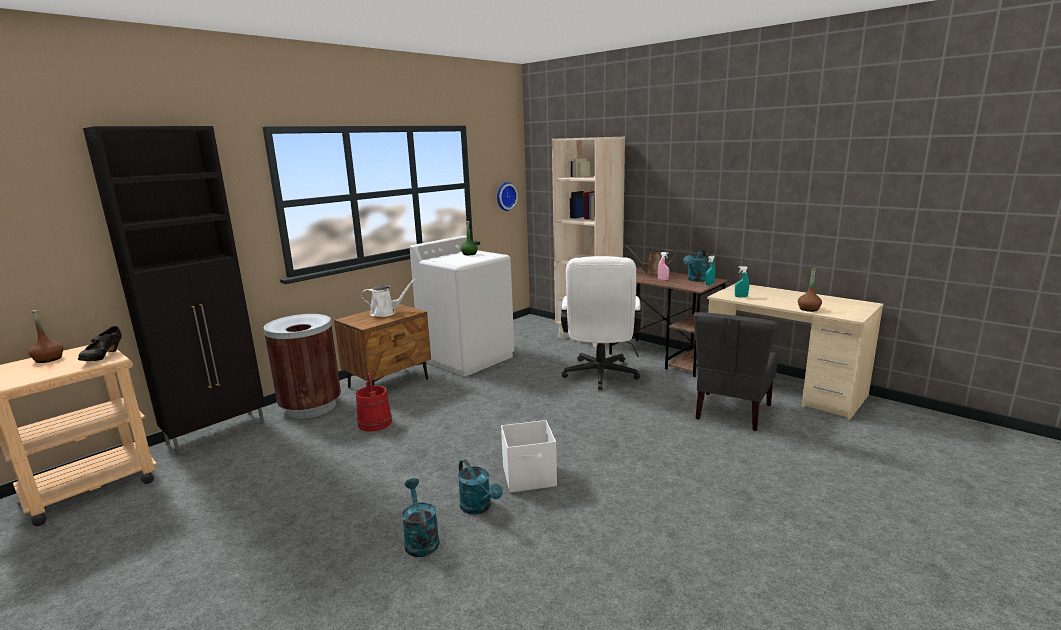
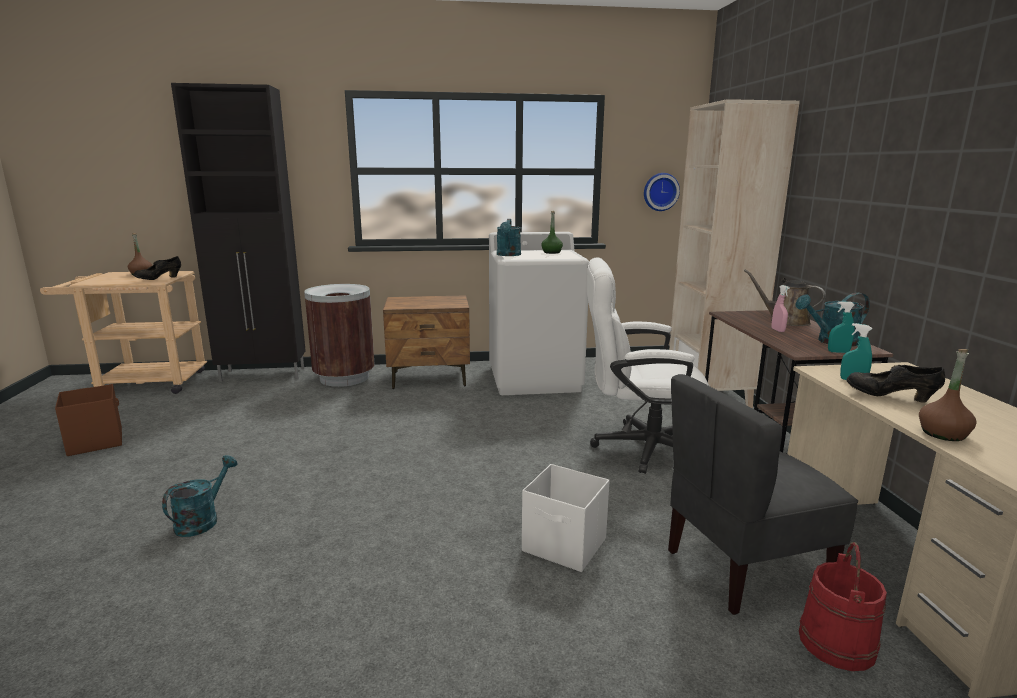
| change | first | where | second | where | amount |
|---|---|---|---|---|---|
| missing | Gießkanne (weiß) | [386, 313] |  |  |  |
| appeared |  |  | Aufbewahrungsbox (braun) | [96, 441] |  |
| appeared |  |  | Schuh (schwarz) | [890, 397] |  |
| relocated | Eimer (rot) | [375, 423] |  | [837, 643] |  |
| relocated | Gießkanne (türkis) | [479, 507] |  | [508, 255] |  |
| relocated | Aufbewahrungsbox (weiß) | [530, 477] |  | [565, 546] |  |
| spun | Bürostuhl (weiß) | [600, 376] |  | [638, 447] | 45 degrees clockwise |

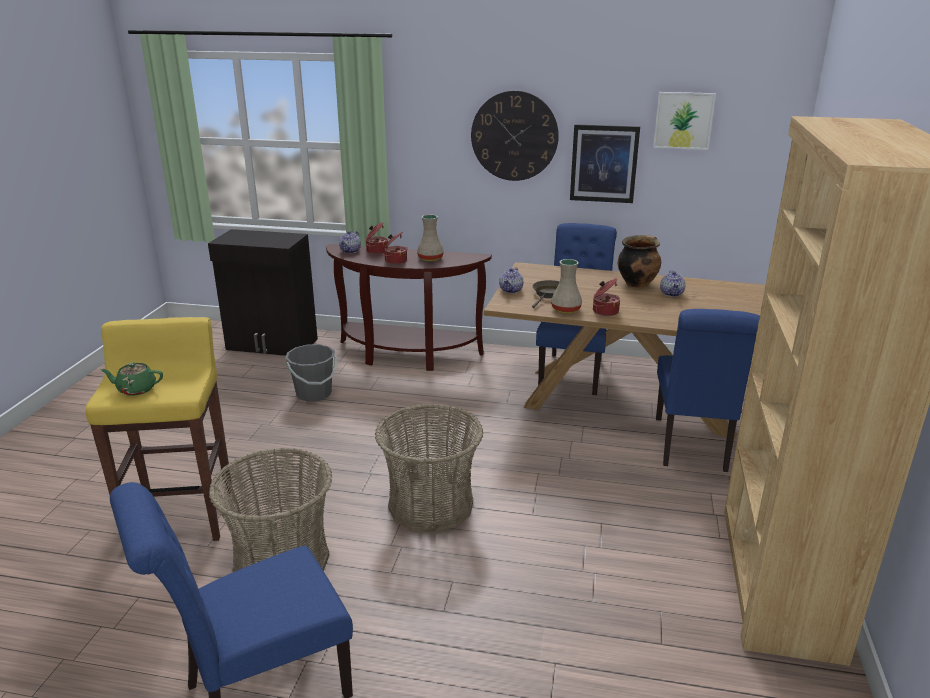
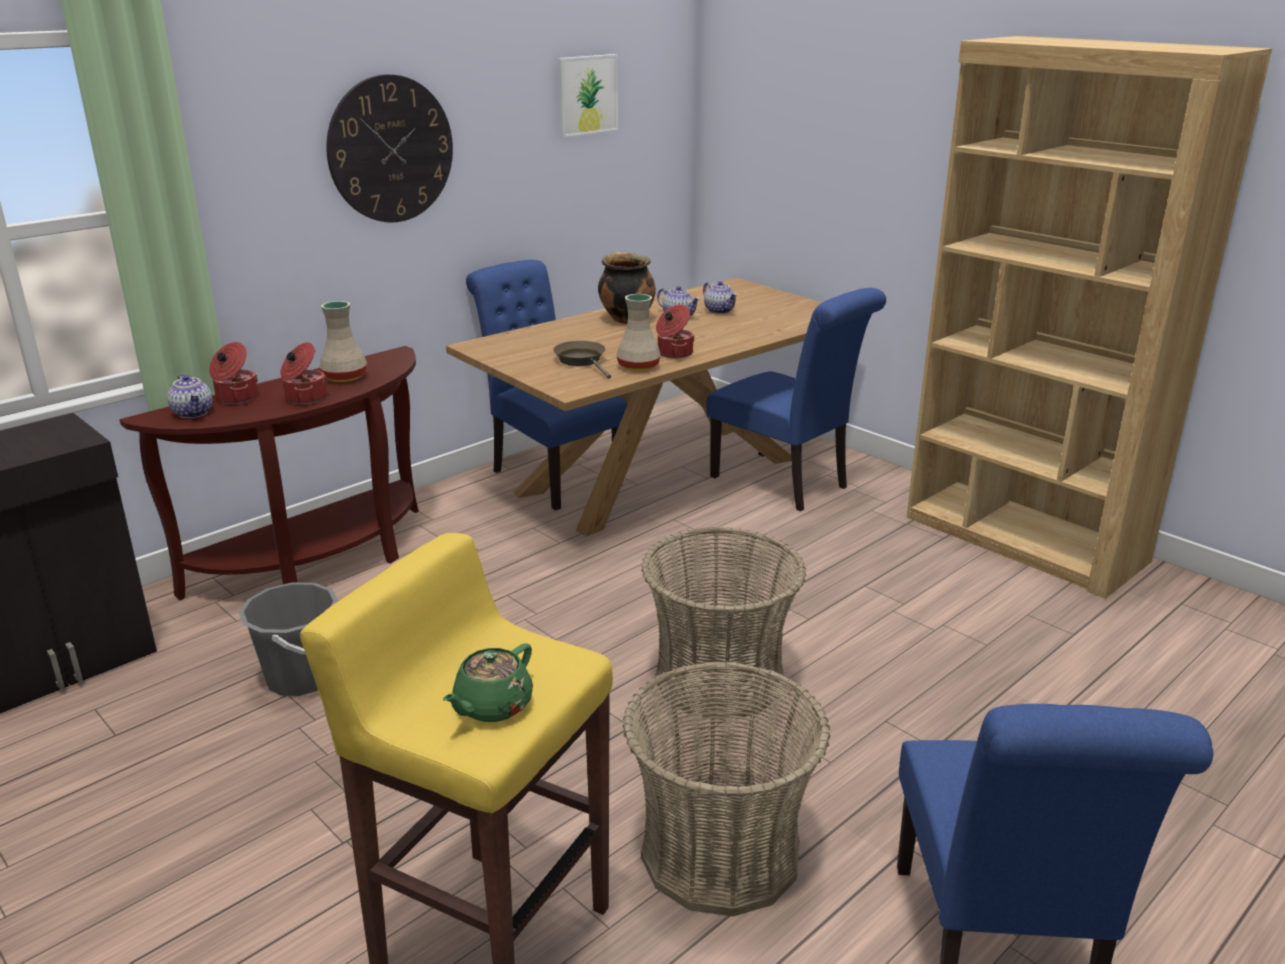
| change | first | where | second | where | amount |
|---|---|---|---|---|---|
| missing | Bild | [604, 163] |  |  |  |
| relocated | Teekanne | [511, 290] |  | [720, 311] |  |

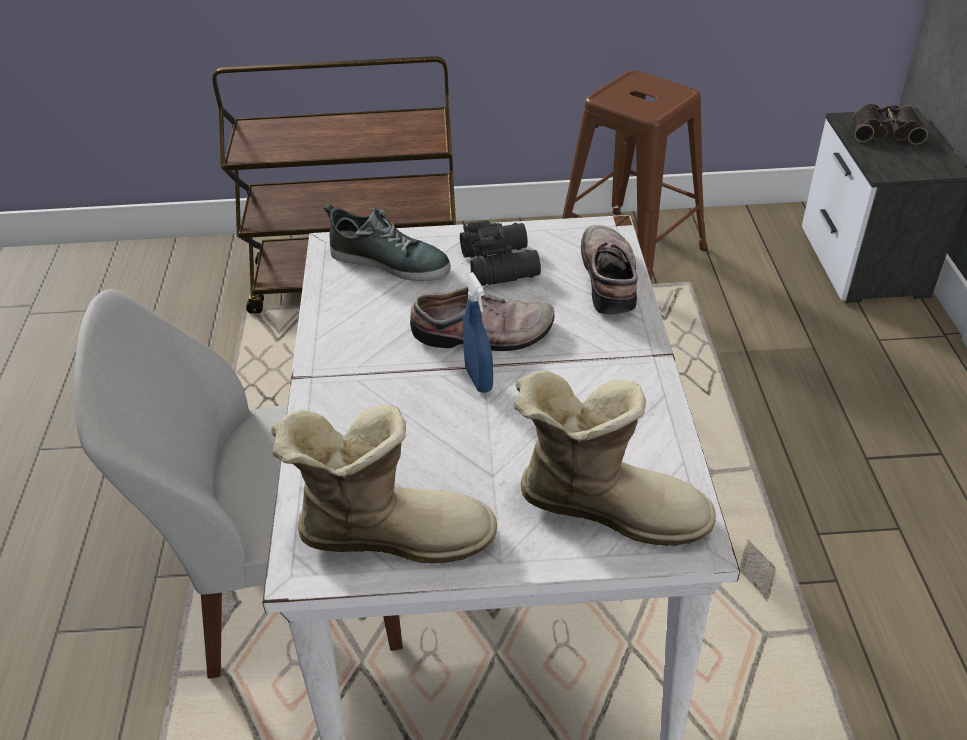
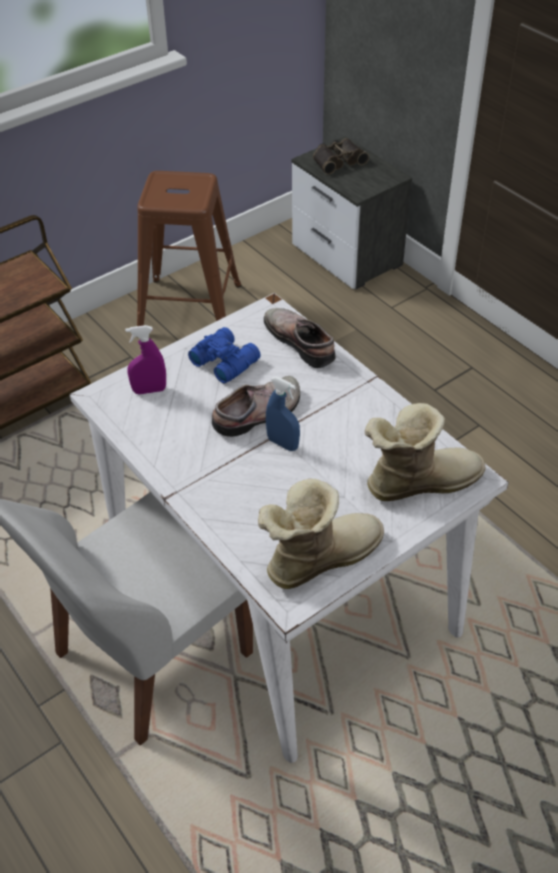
| change | first | where | second | where | amount |
|---|---|---|---|---|---|
| exchanged | Schuh | [390, 261] | Sprühflasche (lila) | [149, 390] |  |
| colour | Fernglas (schwarz) | [501, 263] | Fernglas (blau) | [225, 361] |  |

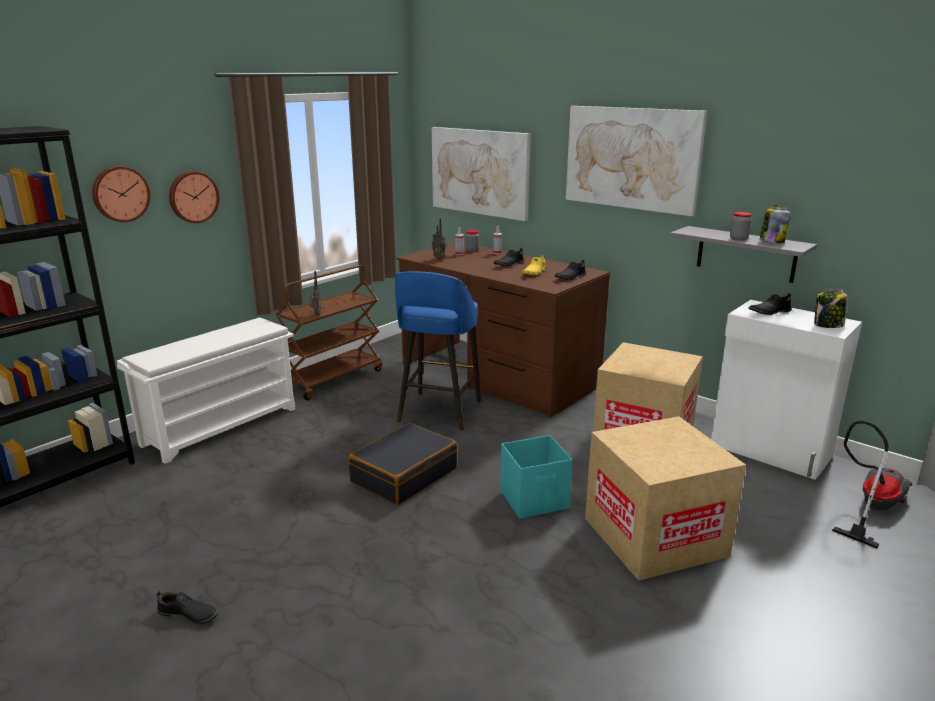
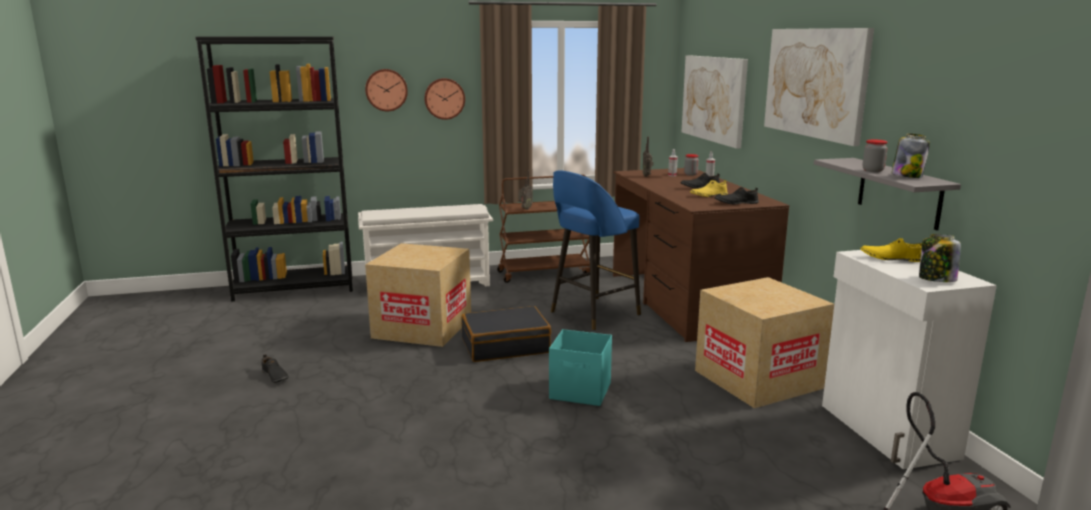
| change | first | where | second | where | amount |
|---|---|---|---|---|---|
| relocated | Karton | [654, 536] |  | [422, 328] |  |
| colour | Schuh (schwarz) | [769, 312] | Schuh (gelb) | [891, 258] |  |

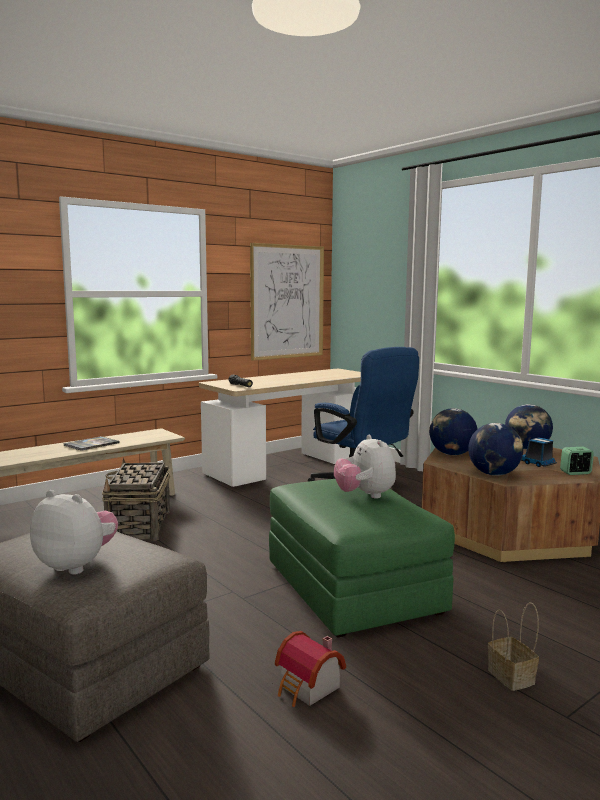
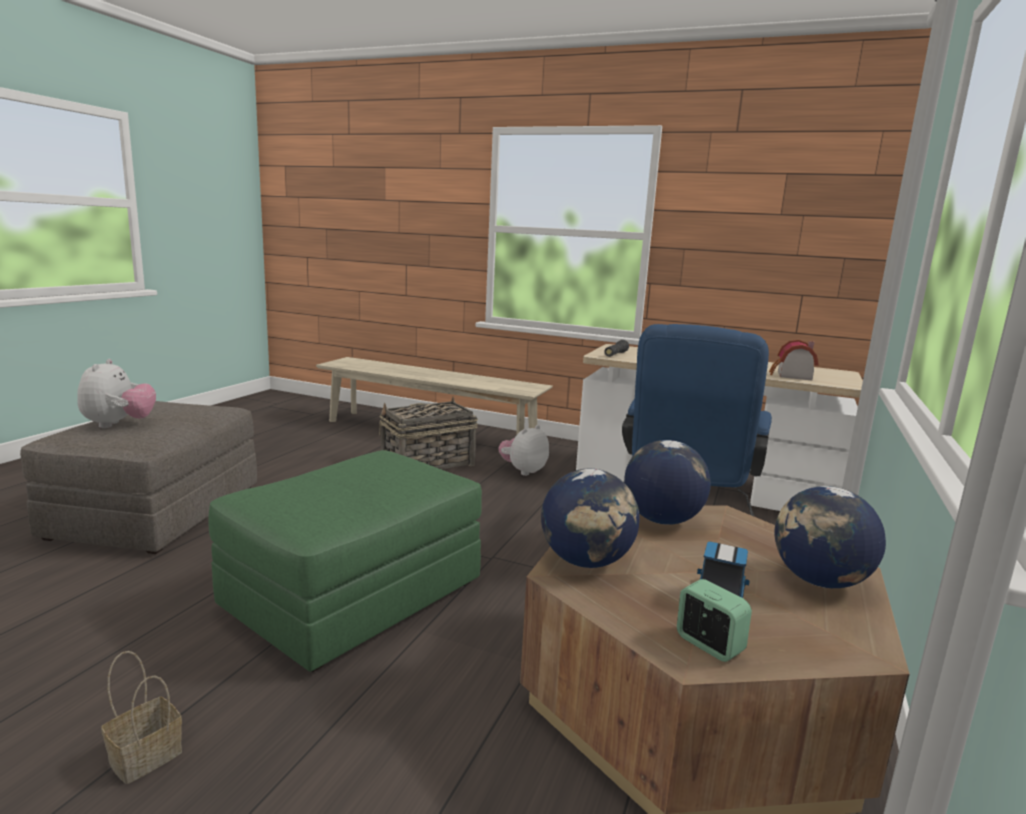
| change | first | where | second | where | amount |
|---|---|---|---|---|---|
| missing | Buch | [91, 444] |  |  |  |
| missing | Bild | [287, 302] |  |  |  |
| relocated | Spielzeughaus | [308, 689] |  | [791, 375] |  |
| relocated | Plüschtier | [365, 495] |  | [523, 471] |  |

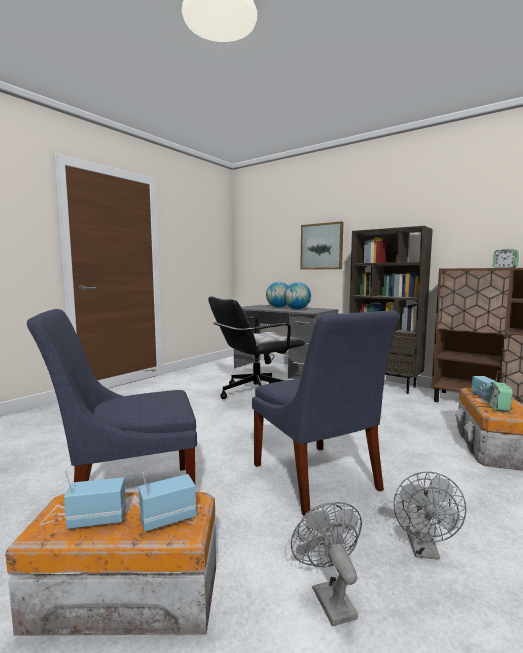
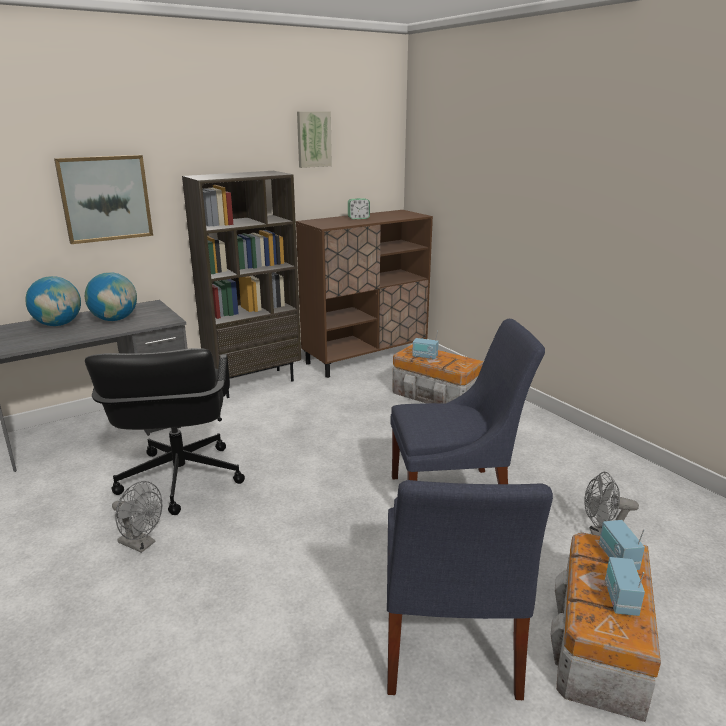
| change | first | where | second | where | amount |
|---|---|---|---|---|---|
| missing | Wecker | [498, 408] |  |  |  |
| appeared |  |  | Bild | [313, 139] |  |
| relocated | Ventilator (grau) | [424, 550] |  | [141, 544] |  |

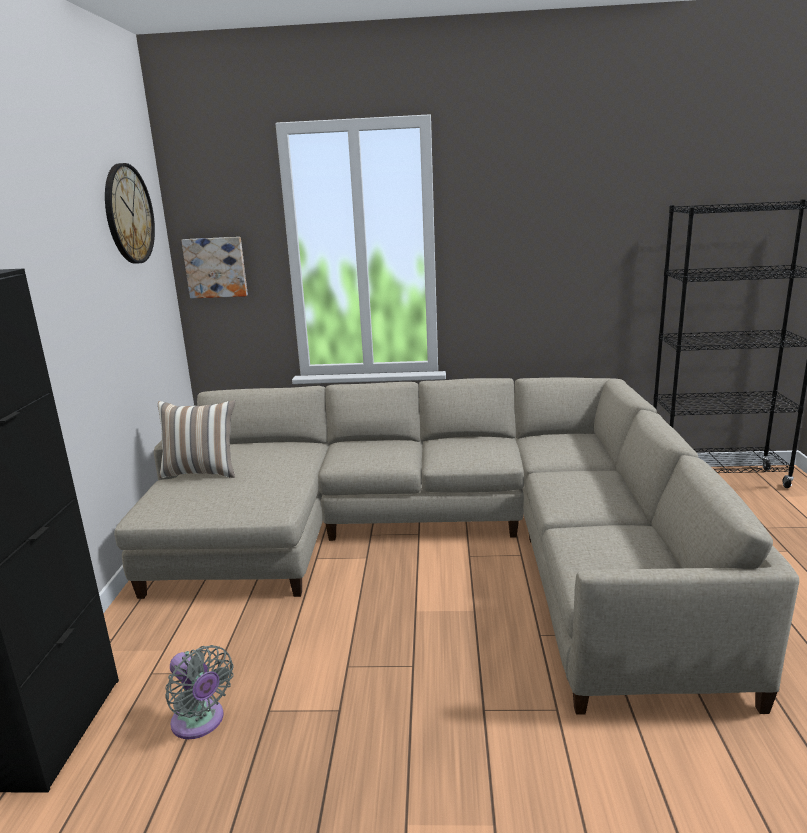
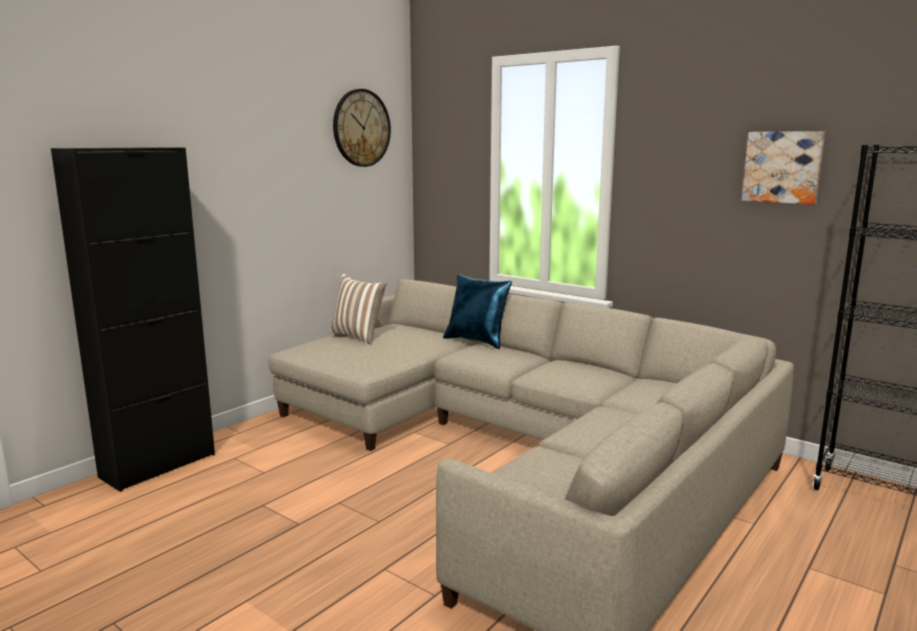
| change | first | where | second | where | amount |
|---|---|---|---|---|---|
| missing | Ventilator (grau) | [200, 722] |  |  |  |
| appeared |  |  | Kissen (blau) | [477, 341] |  |
| relocated | Bild | [216, 267] |  | [782, 167] |  |

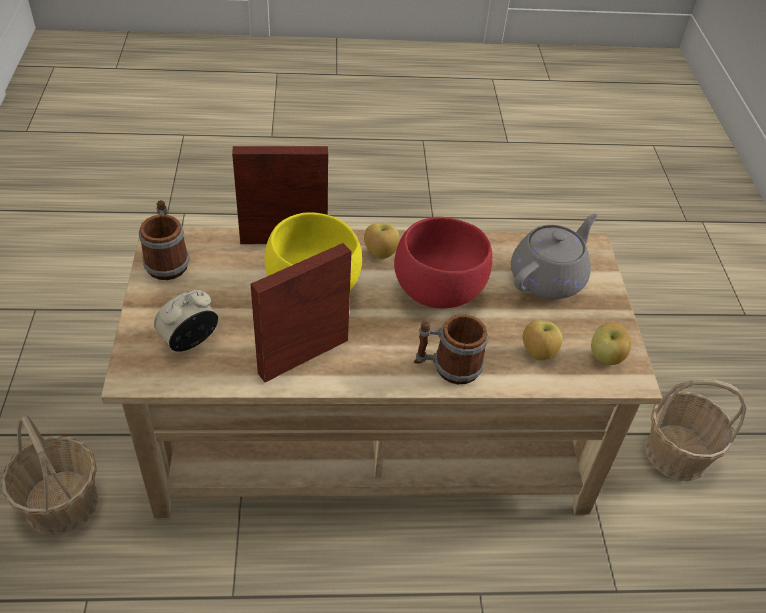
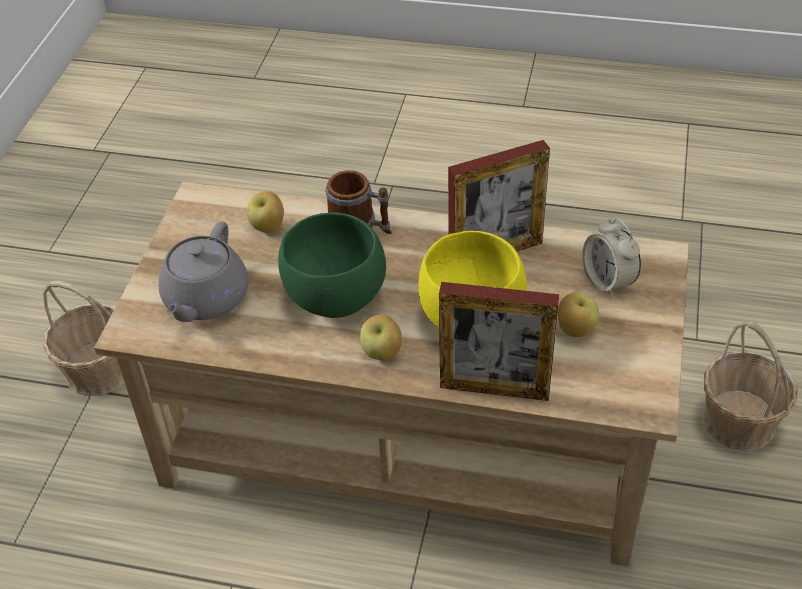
| change | first | where | second | where | amount |
|---|---|---|---|---|---|
| missing | Henkelbecher | [167, 260] |  |  |  |
| relocated | Apfel | [606, 358] |  | [575, 330] |  |
| colour | Schüssel (rot) | [438, 291] | Schüssel (grün) | [335, 300] |  |
| spun | Wecker | [189, 341] |  | [608, 281] | 90 degrees clockwise |
| spun | Teekanne (grau) | [548, 278] |  | [205, 299] | 45 degrees counterclockwise |

